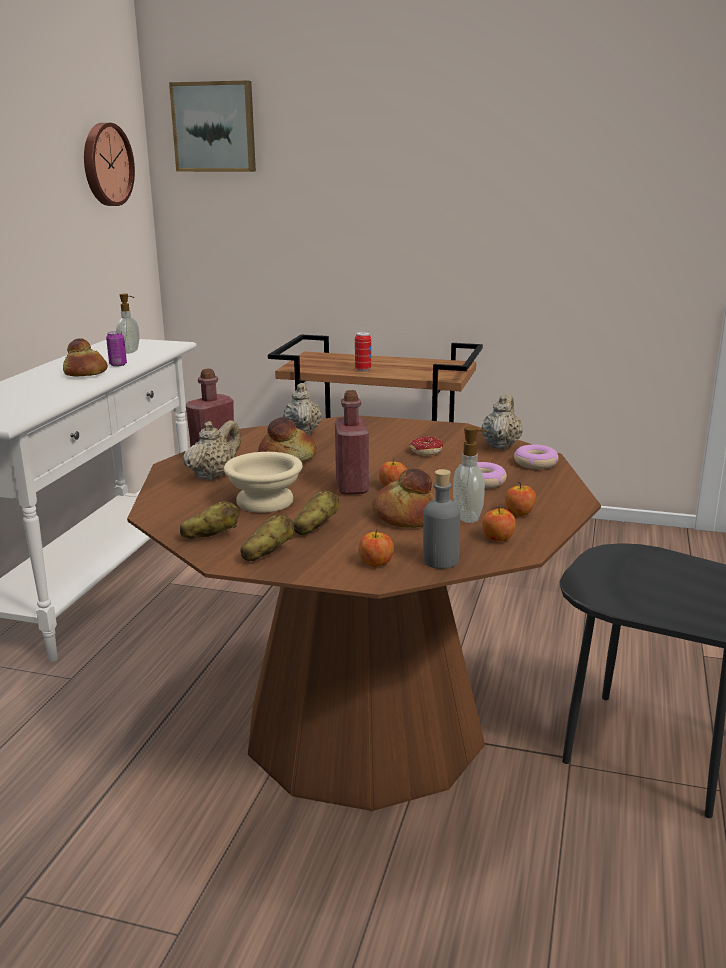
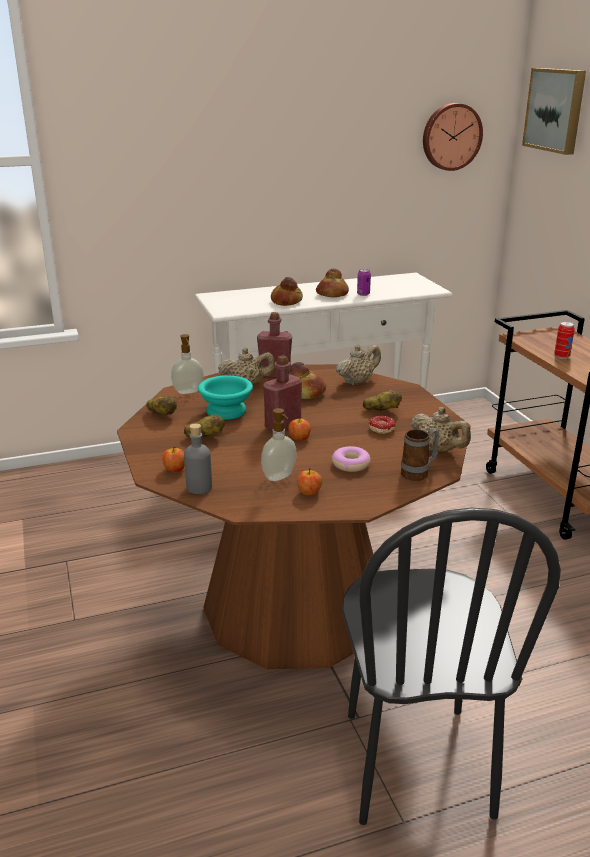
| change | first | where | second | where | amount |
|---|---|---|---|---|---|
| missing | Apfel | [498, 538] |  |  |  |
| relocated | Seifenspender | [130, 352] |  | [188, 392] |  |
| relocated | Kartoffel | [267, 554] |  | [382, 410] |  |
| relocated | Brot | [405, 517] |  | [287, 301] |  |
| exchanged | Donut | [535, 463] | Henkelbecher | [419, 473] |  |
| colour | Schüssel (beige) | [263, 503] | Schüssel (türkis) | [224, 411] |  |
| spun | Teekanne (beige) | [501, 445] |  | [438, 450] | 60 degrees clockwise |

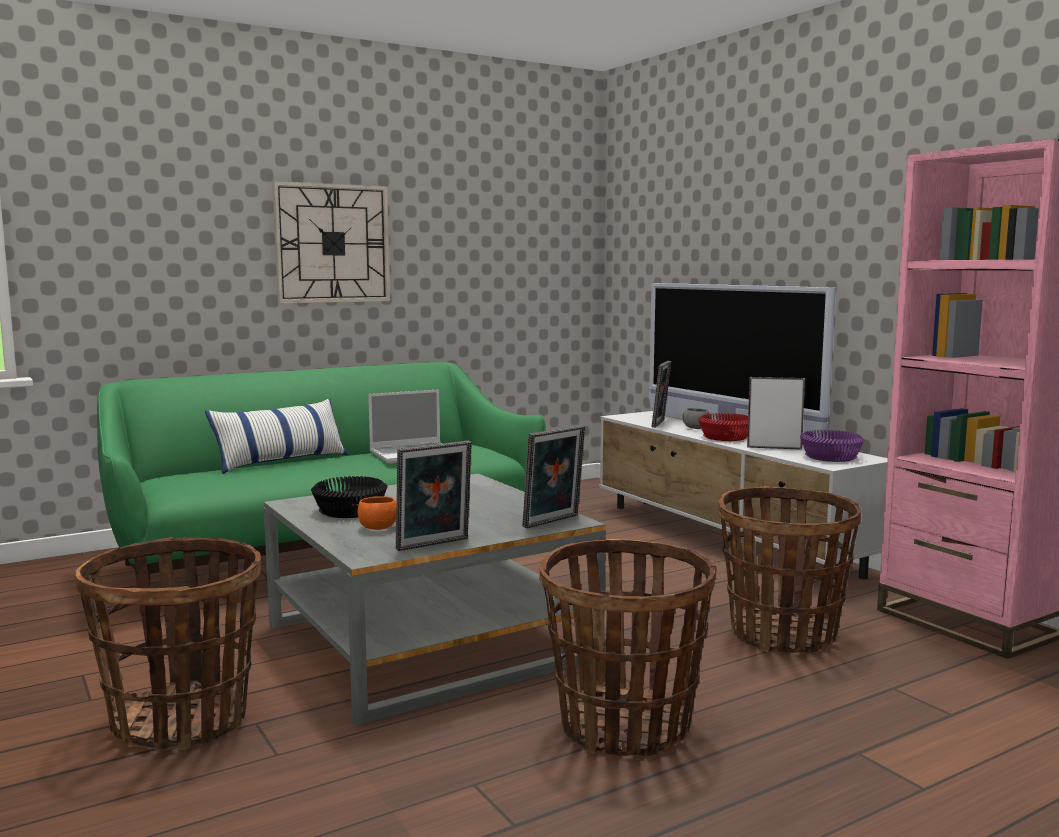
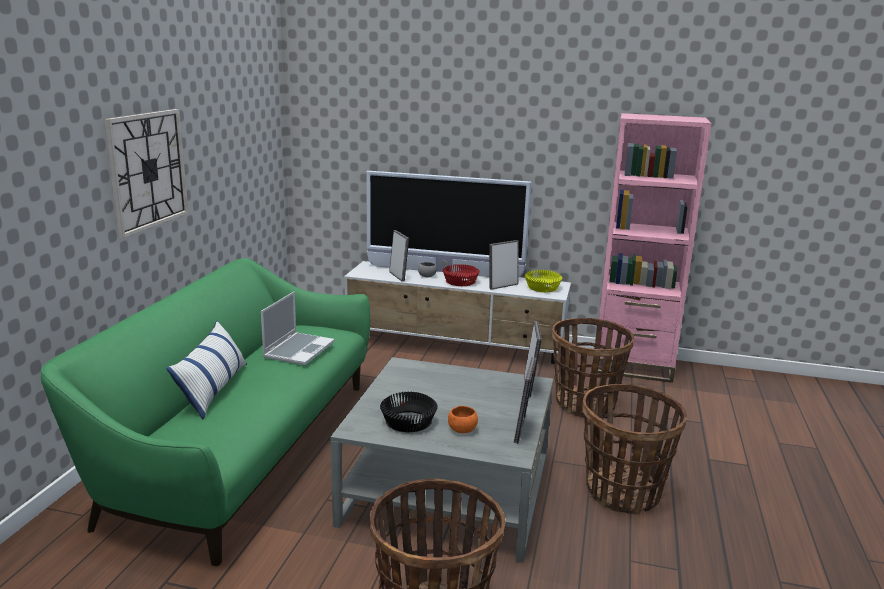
| change | first | where | second | where | amount |
|---|---|---|---|---|---|
| colour | Schüssel (lila) | [832, 457] | Schüssel (gelb) | [543, 287] |  |

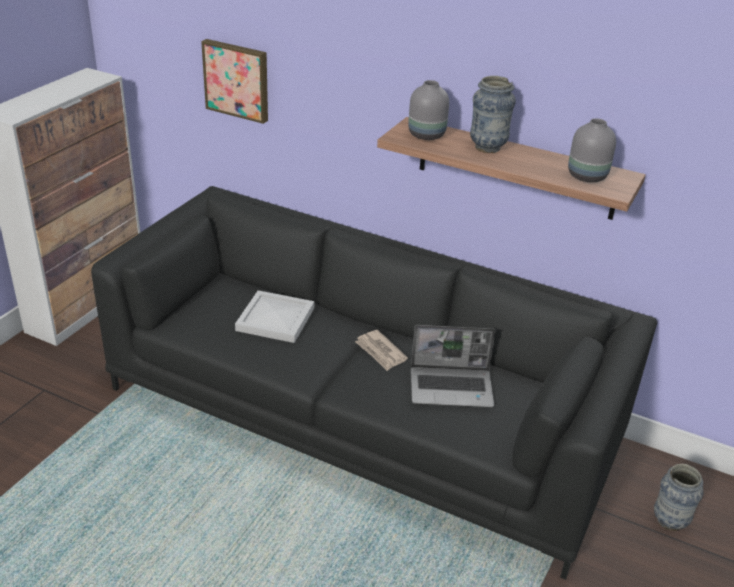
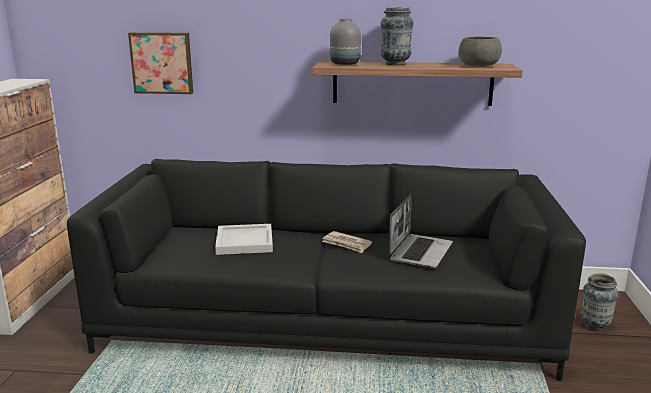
| change | first | where | second | where | amount |
|---|---|---|---|---|---|
| exchanged | Vase (grau) | [586, 176] | Schüssel (grau) | [478, 66] |  |
| spun | Laptop | [452, 388] |  | [420, 252] | 45 degrees counterclockwise |

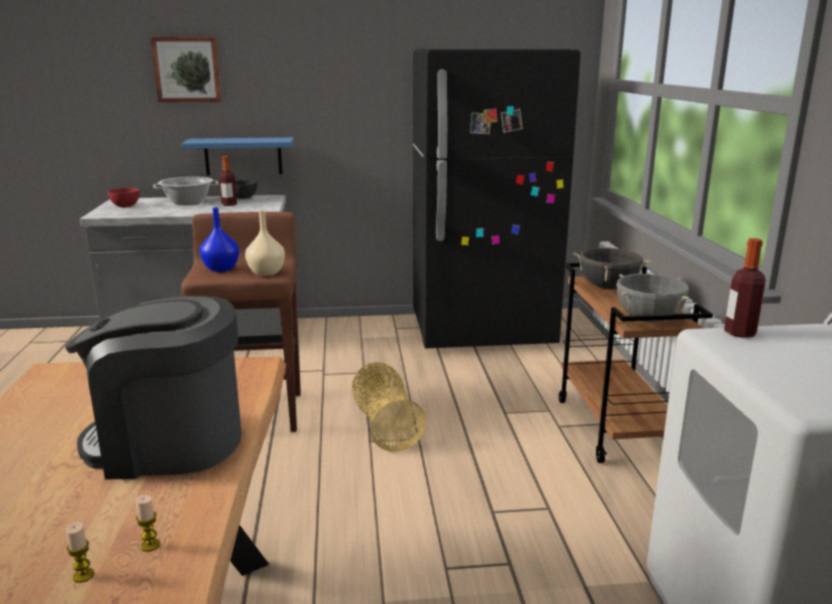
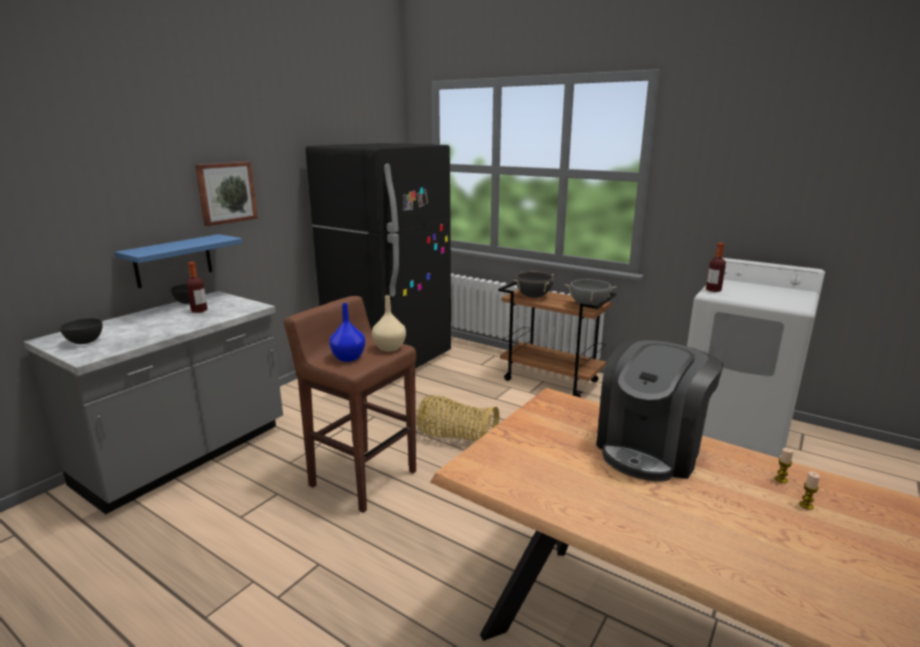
| change | first | where | second | where | amount |
|---|---|---|---|---|---|
| missing | Kochtopf | [188, 202] |  |  |  |
| relocated | Bild | [187, 69] |  | [226, 192] |  |
| colour | Schüssel (rot) | [125, 206] | Schüssel (grau) | [85, 342] |  |

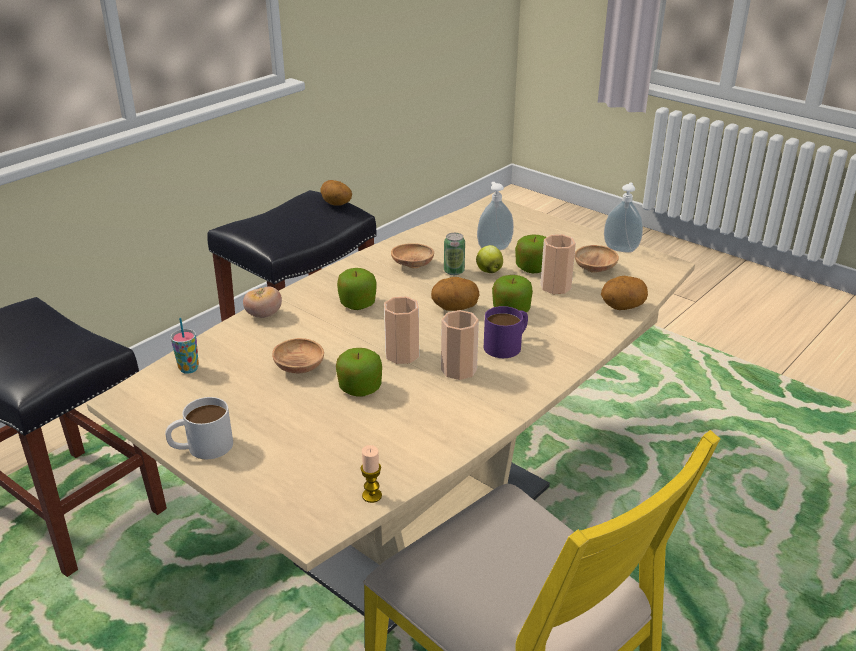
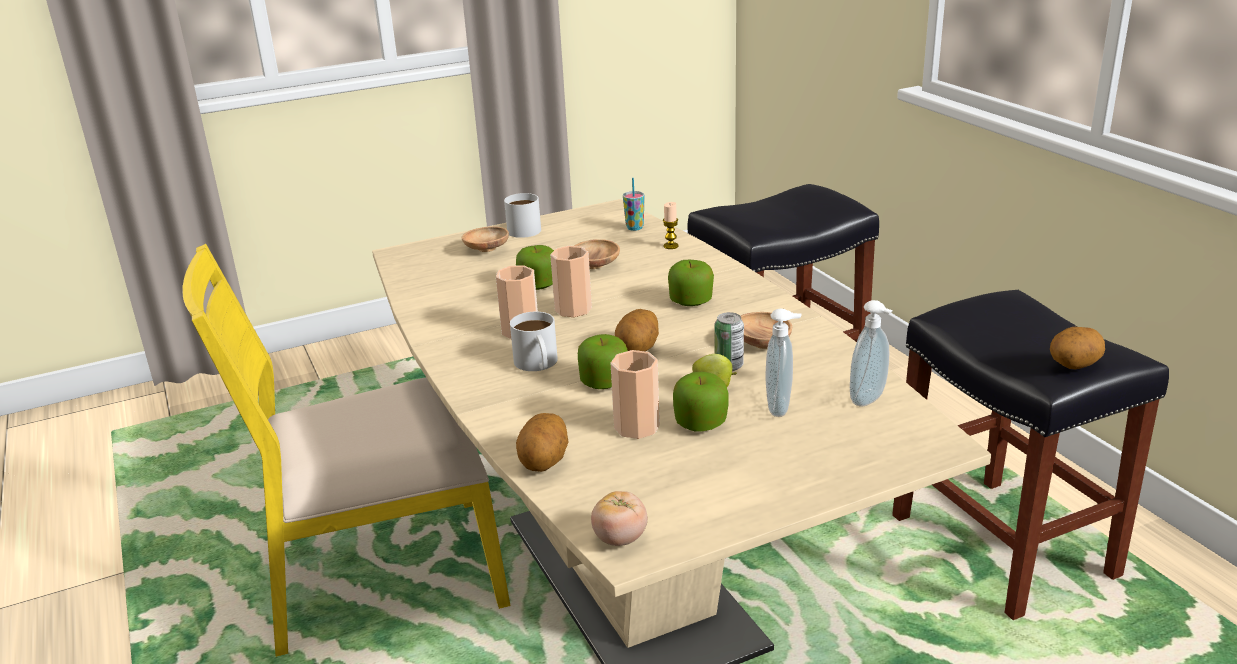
| change | first | where | second | where | amount |
|---|---|---|---|---|---|
| relocated | Tomate | [264, 315] |  | [620, 539] |  |
| relocated | Kerze | [372, 495] |  | [671, 246] |  |
| relocated | Schüssel (braun) | [595, 269] |  | [486, 250] |  |
| relocated | Seifenspender | [621, 249] |  | [870, 400] |  |
| colour | Henkelbecher (lila) | [507, 344] | Henkelbecher (weiß) | [538, 364] |  |

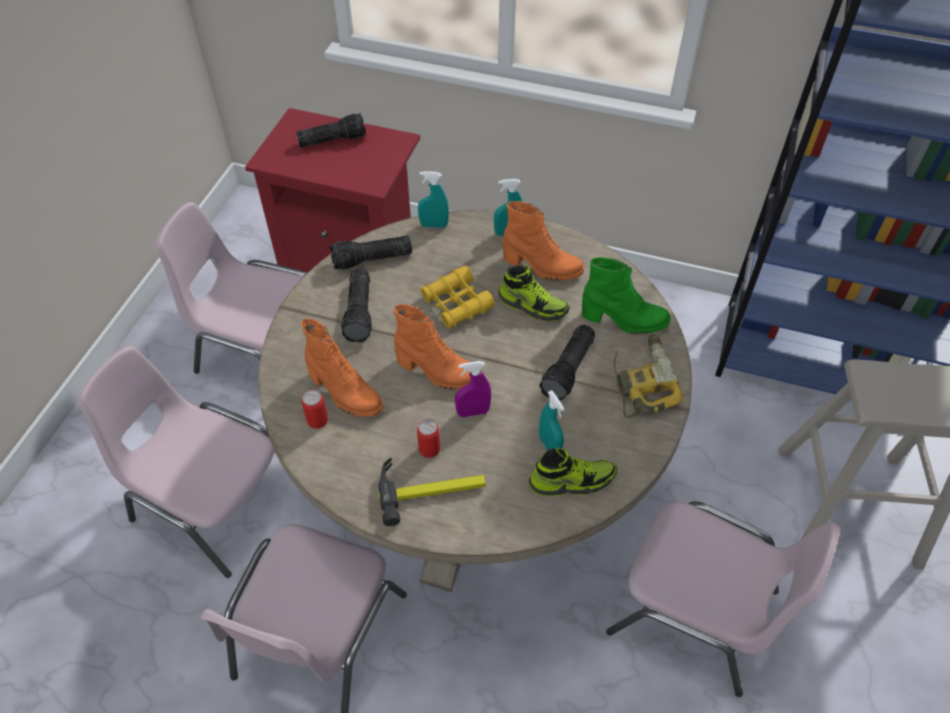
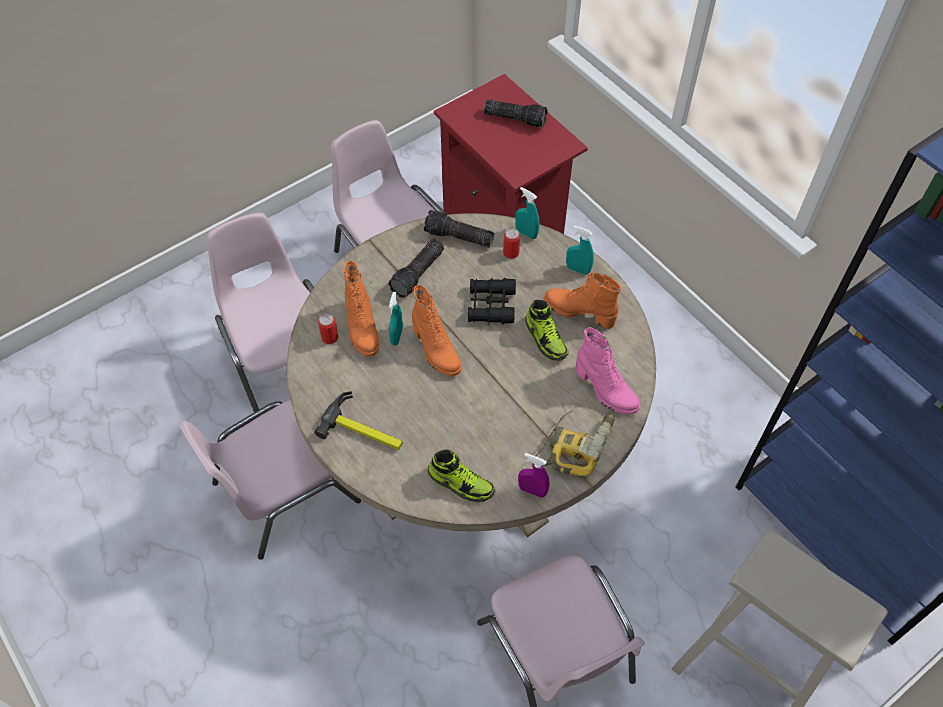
| change | first | where | second | where | amount |
|---|---|---|---|---|---|
| missing | Taschenlampe | [569, 370] |  |  |  |
| relocated | Dose | [429, 449] |  | [511, 253] |  |
| relocated | Sprühflasche (lila) | [473, 412] |  | [532, 490] |  |
| relocated | Sprühflasche (türkis) | [549, 445] |  | [396, 336] |  |
| colour | Fernglas (gelb) | [457, 304] | Fernglas (schwarz) | [491, 306] |  |
| colour | Stiefel (grün) | [624, 320] | Stiefel (rosa) | [605, 390] |  |
| spun | Stiefel (orange) | [541, 267] |  | [579, 312] | 150 degrees clockwise |

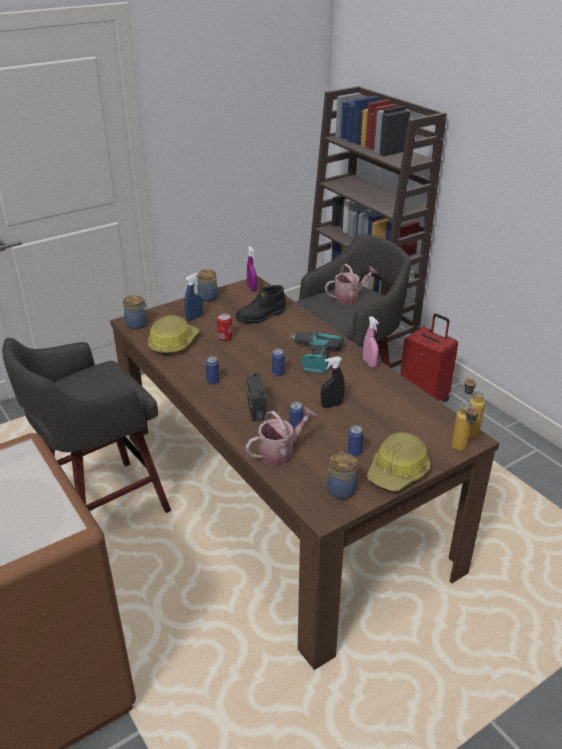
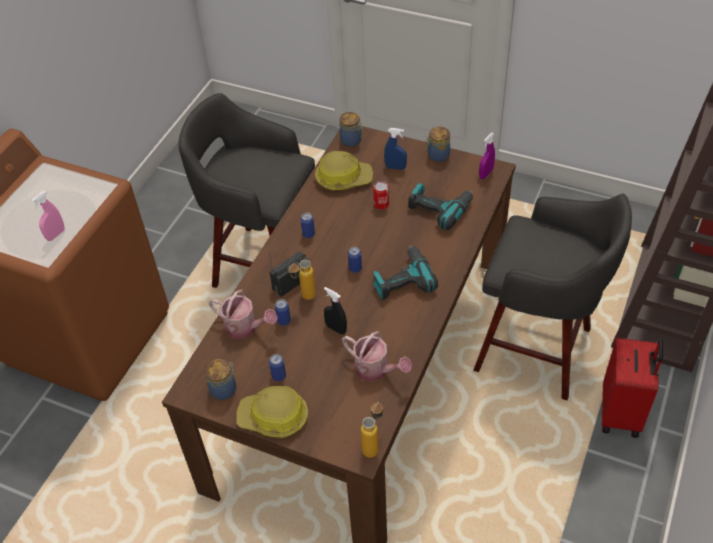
| change | first | where | second | where | amount |
|---|---|---|---|---|---|
| relocated | Gießkanne | [349, 297] |  | [375, 370] |  |
| relocated | Sprühflasche (rosa) | [369, 363] |  | [56, 235] |  |
| relocated | Flasche | [461, 450] |  | [304, 298] |  |
| exchanged | Stiefel (schwarz) | [261, 316] | Bohrmaschine | [440, 208] |  |

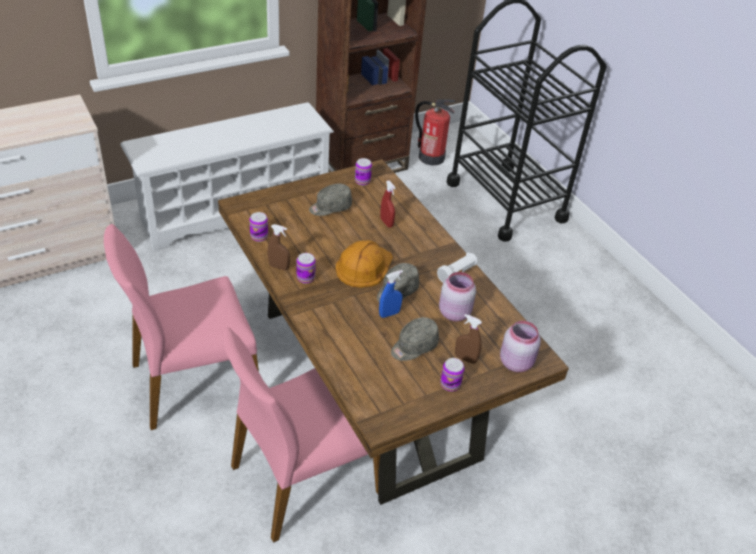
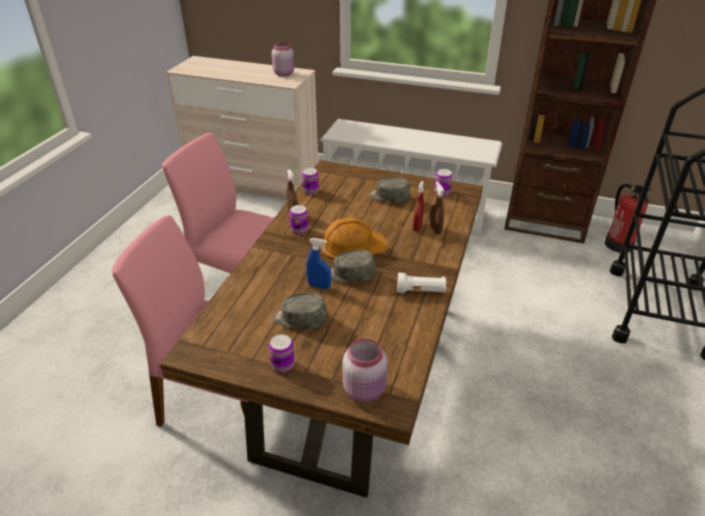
| change | first | where | second | where | amount |
|---|---|---|---|---|---|
| relocated | Vorratsglas (rosa) | [453, 312] |  | [284, 73] |  |
| relocated | Sprühflasche (braun) | [465, 359] |  | [435, 229] |  |

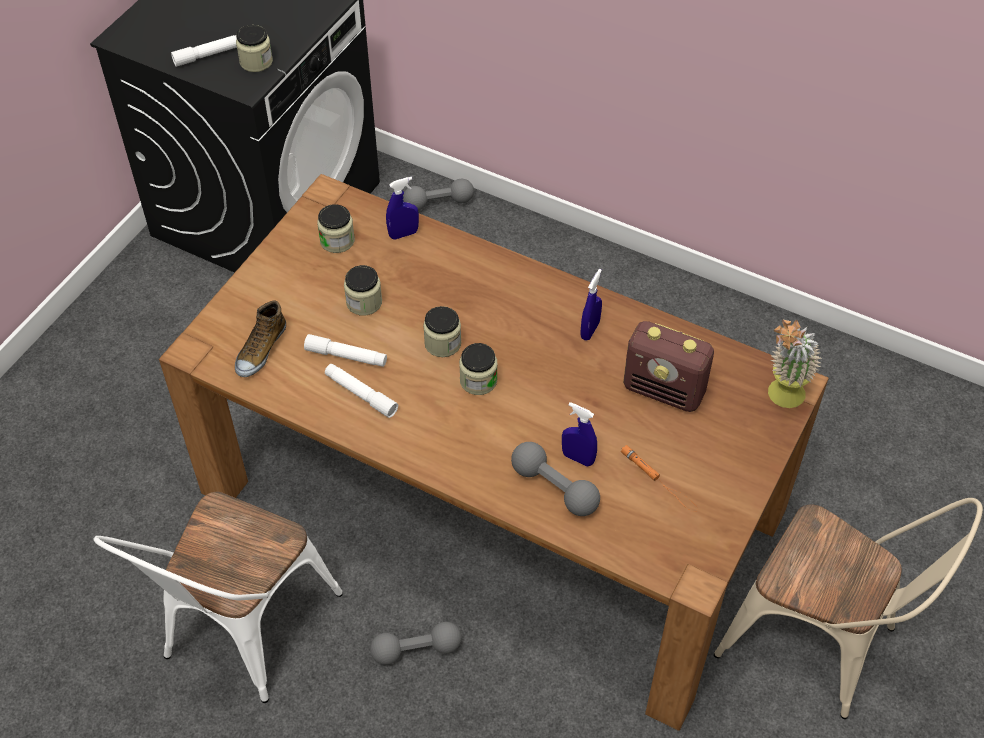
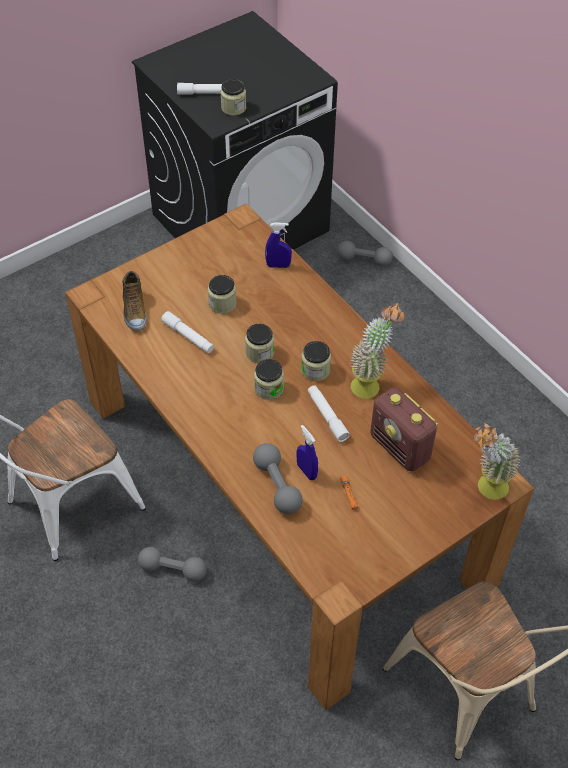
| change | first | where | second | where | amount |
|---|---|---|---|---|---|
| relocated | Vorratsglas | [337, 241] |  | [315, 370] |  |
| relocated | Taschenlampe (weiß) | [361, 394] |  | [327, 416] |  |
| exchanged | Sprühflasche (blau) | [590, 330] | Topfpflanze | [371, 383] |  |
| spun | Schuh | [260, 349] |  | [134, 310] | 60 degrees counterclockwise |

